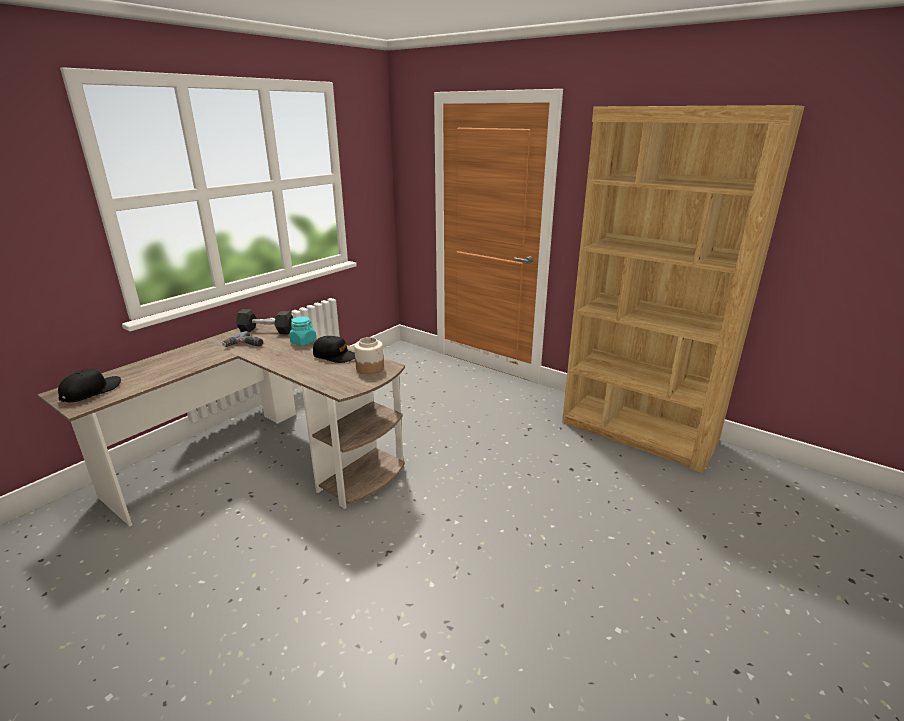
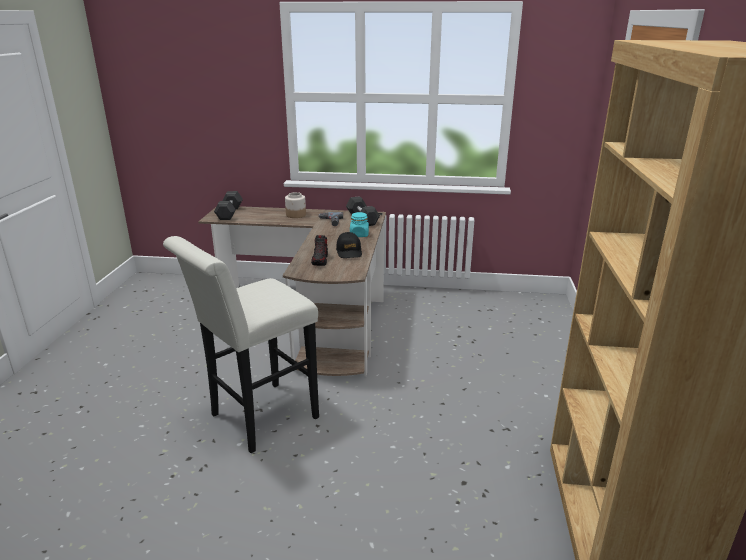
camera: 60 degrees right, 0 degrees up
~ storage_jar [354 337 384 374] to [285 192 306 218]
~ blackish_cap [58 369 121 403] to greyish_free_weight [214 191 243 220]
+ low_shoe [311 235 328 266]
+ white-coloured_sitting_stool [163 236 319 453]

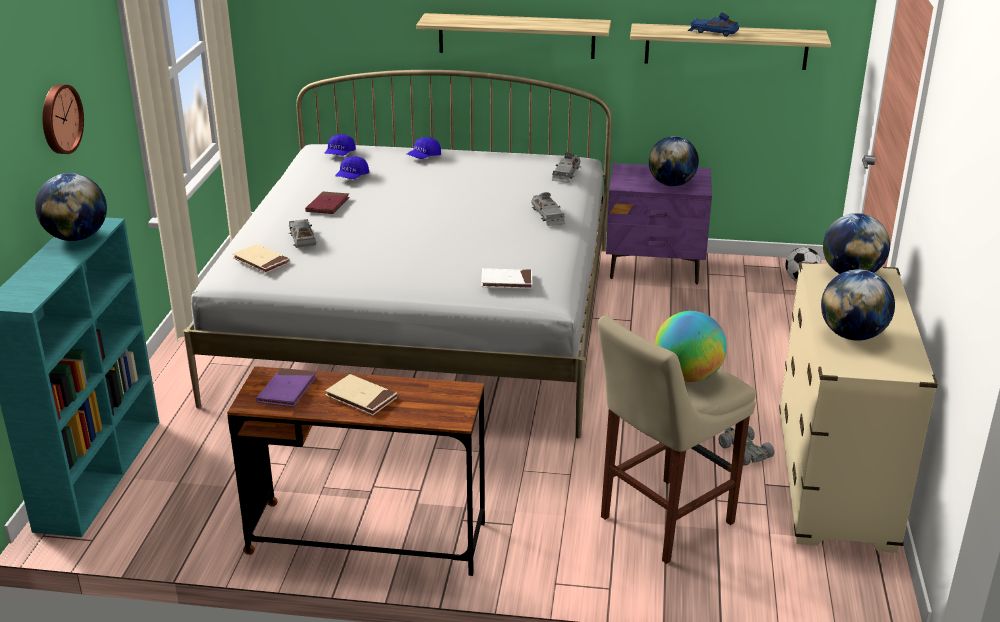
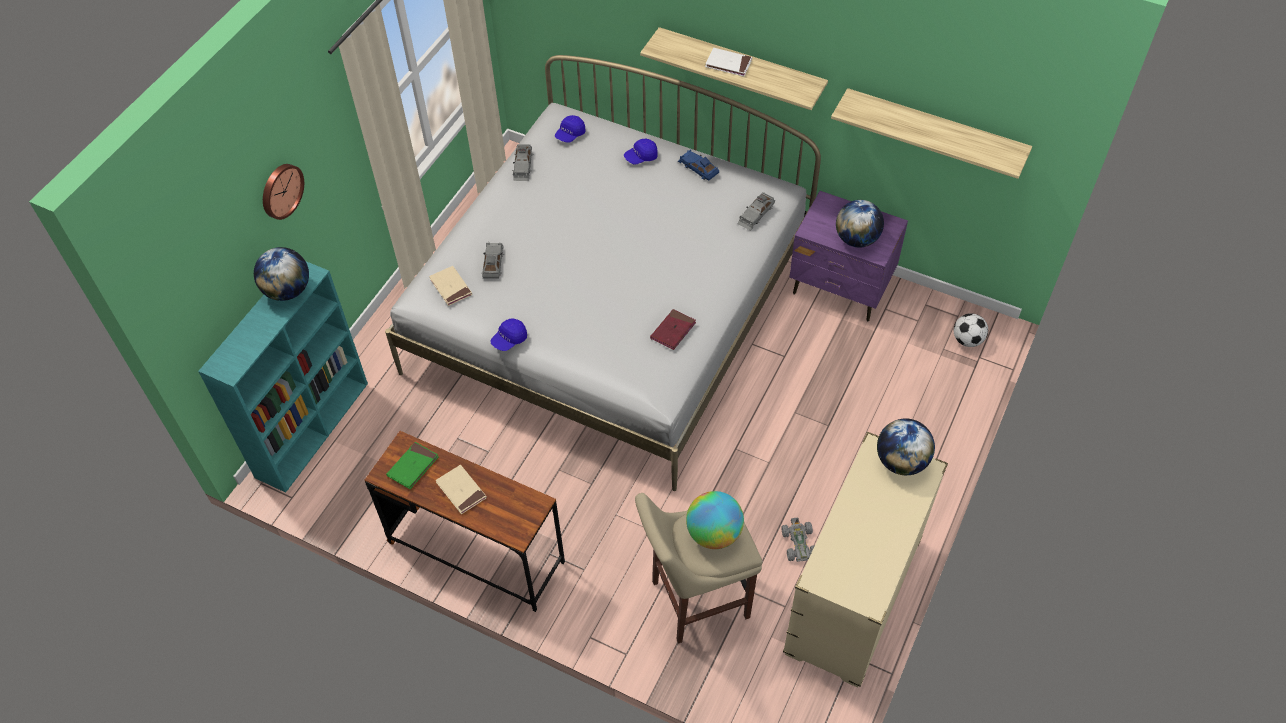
camera: 20 degrees right, 25 degrees up
~ blue-coloured_model_car [687 12 739 37] to [678 150 719 181]
~ blue-coloured_cap [335 156 369 179] to [490 319 527 351]
~ red_volume [305 192 350 214] to [650 309 696 350]
~ greyish_model_car [531 192 565 226] to [512 144 534 181]
~ white-coloured_volume [481 268 532 289] to [705 48 752 77]
- desk_globe [821 269 895 341]
~ purplish_volume [256 368 317 407] to green_volume [386 442 439 489]

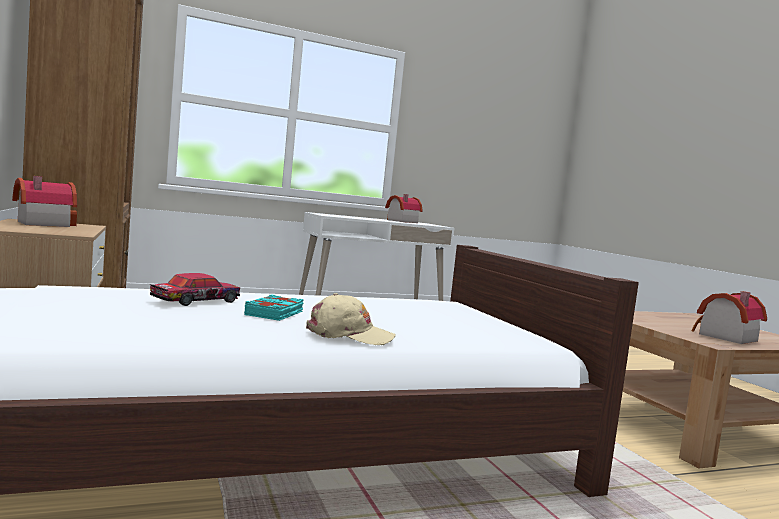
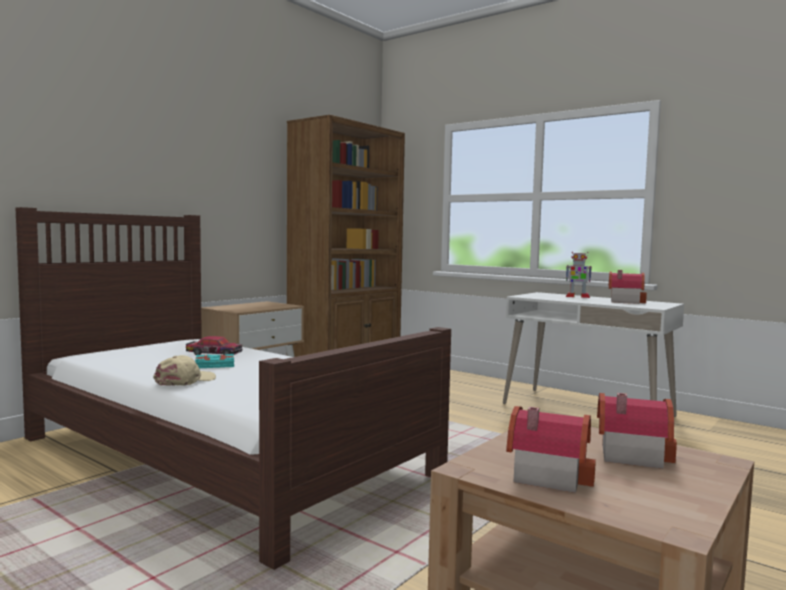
camera: 60 degrees right, 0 degrees up
~ model_house [12 176 77 227] to [597 393 677 469]
~ beige_cap [306 293 396 345] = [153 355 216 386] 120 degrees counterclockwise
+ toy_robot [566 252 592 298]

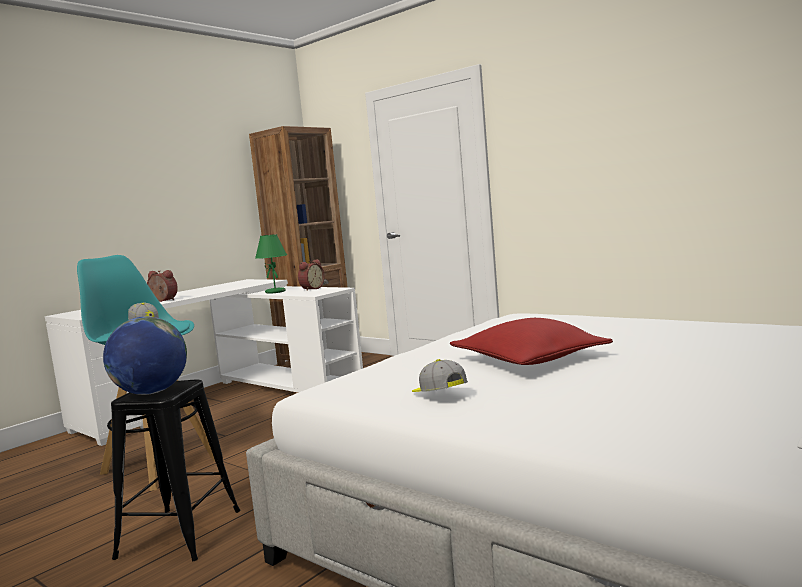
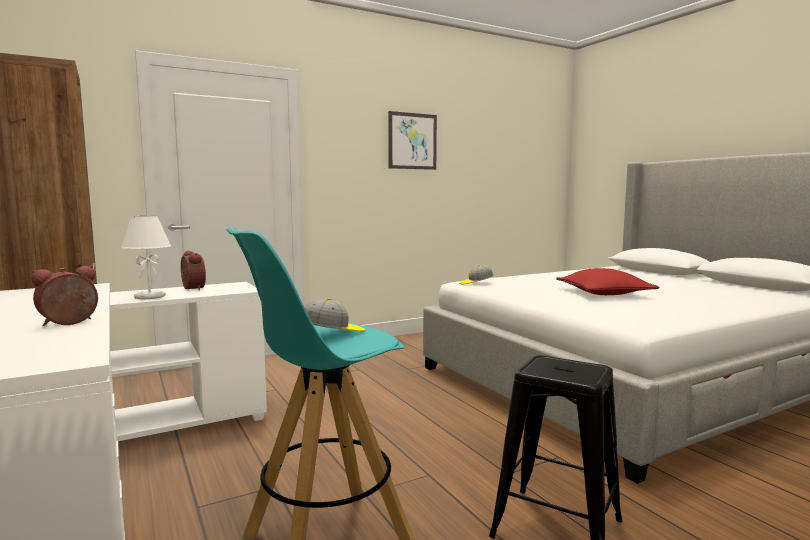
camera: 70 degrees left, 0 degrees up
~ green_lamp_for_a_table [255 234 287 294] to white-coloured_lamp_for_a_table [121 216 171 299]
- desk_globe [103 316 187 395]
~ cap [412 359 468 392] to [460 265 493 284]
+ wall_art [388 111 437 170]

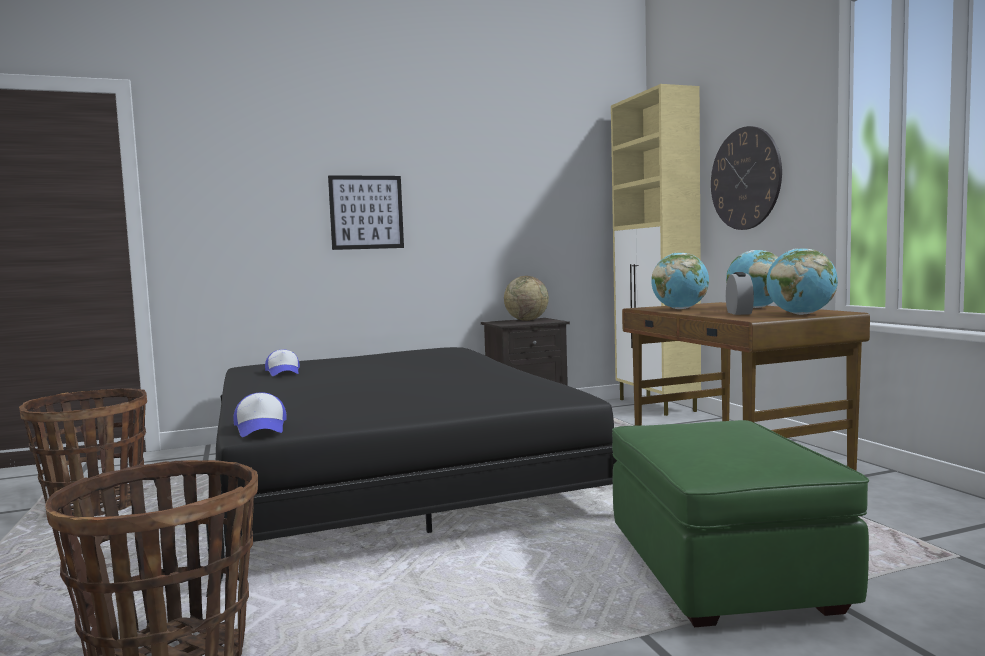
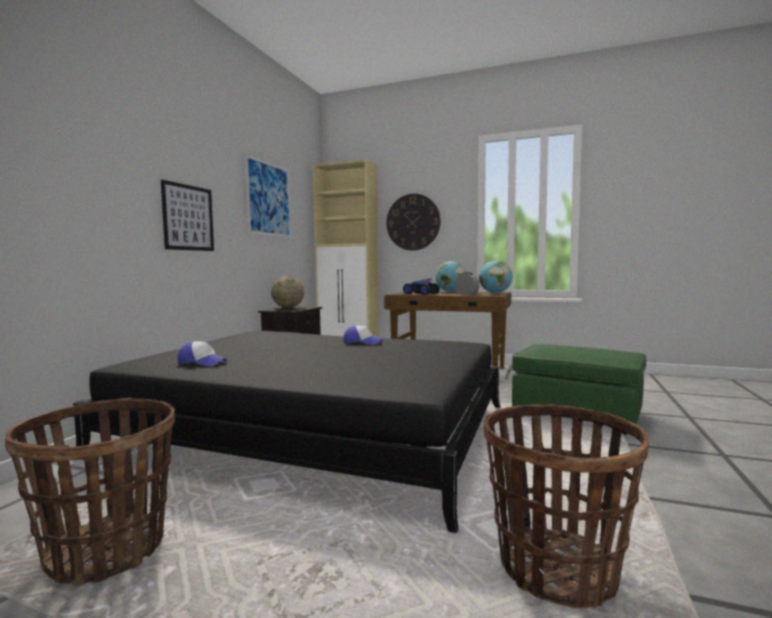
camera: 50 degrees left, 0 degrees up
~ desk_globe [651 253 709 309] to model_car [403 278 440 295]
~ cap [233 392 287 437] to [343 325 382 345]
+ wall_art [245 154 291 238]

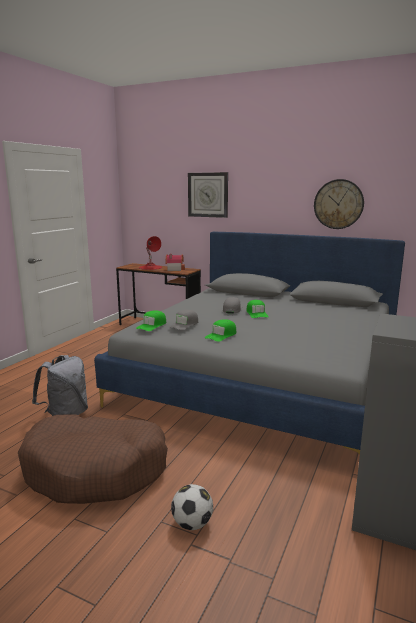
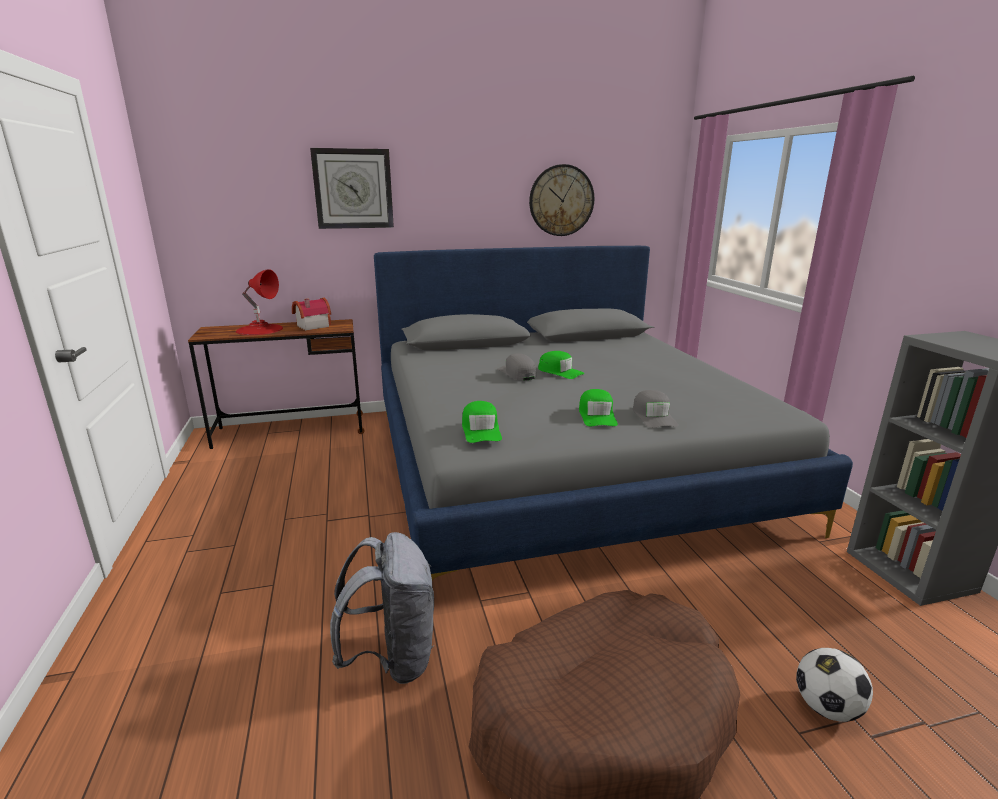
camera: 40 degrees left, 5 degrees up
~ greyish_cap [169 310 198 330] to [633 390 678 428]

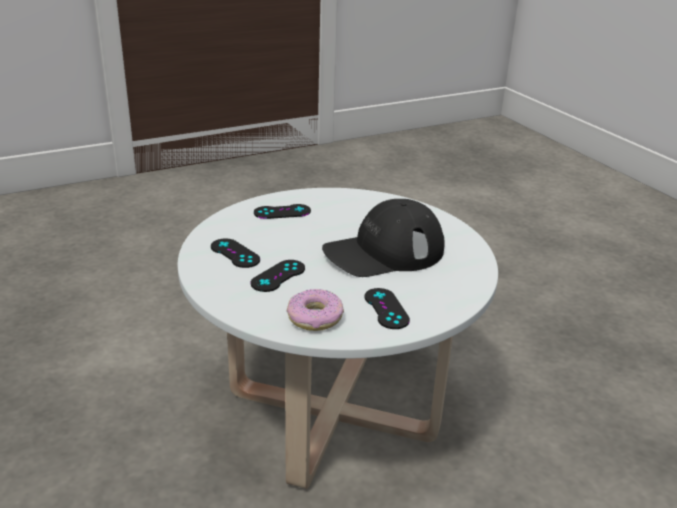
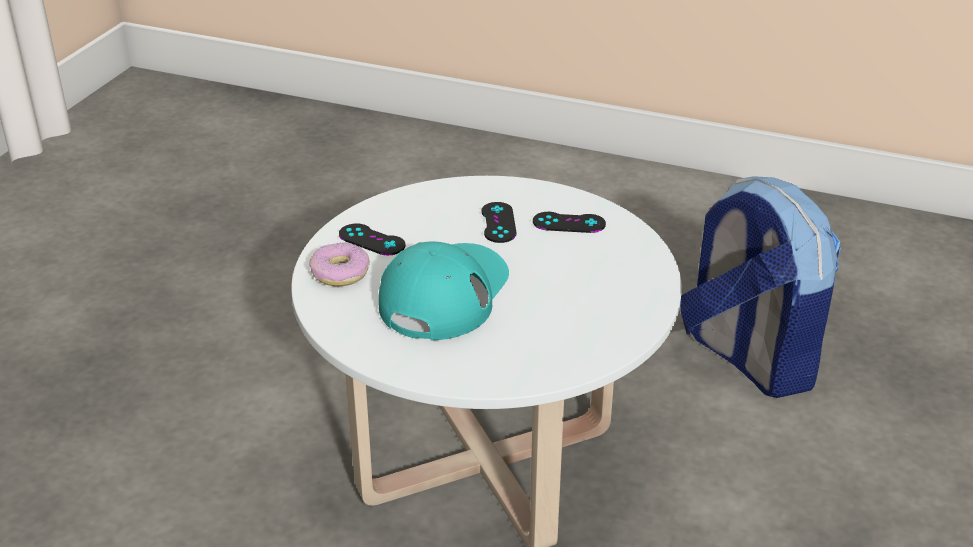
camera: 140 degrees right, 5 degrees up
~ blackish_cap [322 199 445 277] to turquoise_cap [378 241 509 341]
- blackish_joypad [254 204 311 219]
~ donut [287 289 344 331] to [309 242 370 286]
+ rucksack [680 176 841 398]

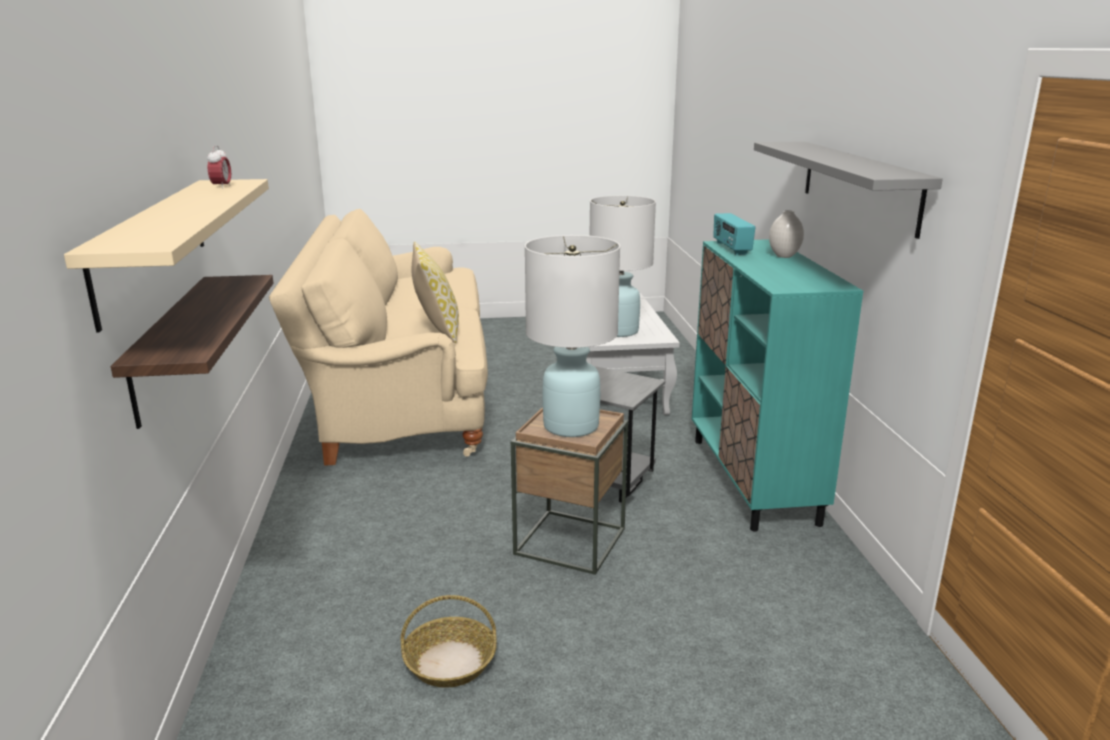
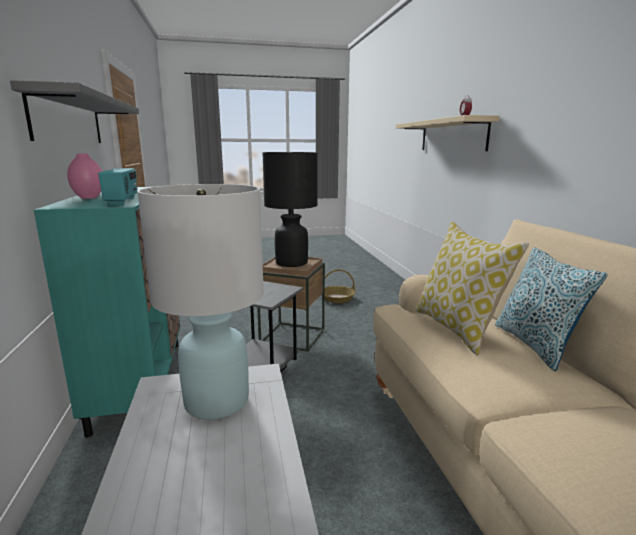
camera: 175 degrees right, 5 degrees down
~ white-coloured_decorative_vase [769 210 804 258] to pink-coloured_decorative_vase [67 153 102 199]
~ white-coloured_lamp_for_a_table [525 235 620 437] to blackish_lamp_for_a_table [262 152 318 267]
- bracket_shelf [111 275 274 429]
+ pillow [495 247 608 371]

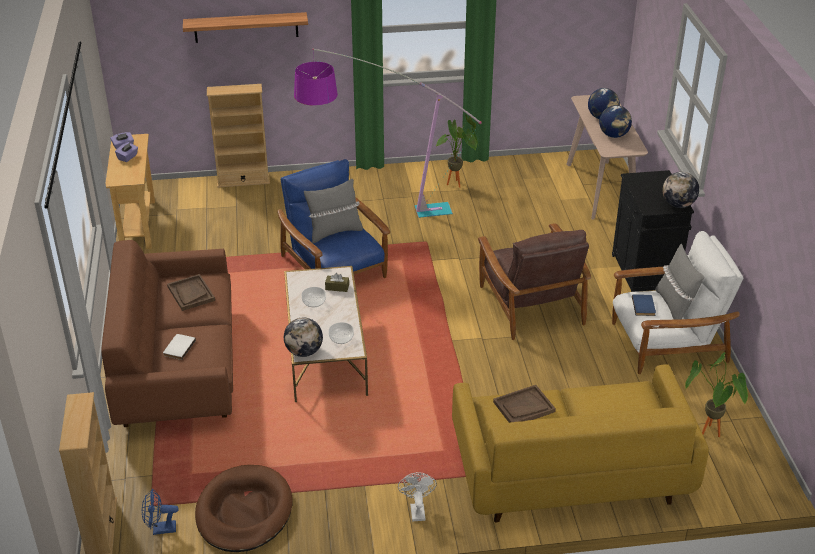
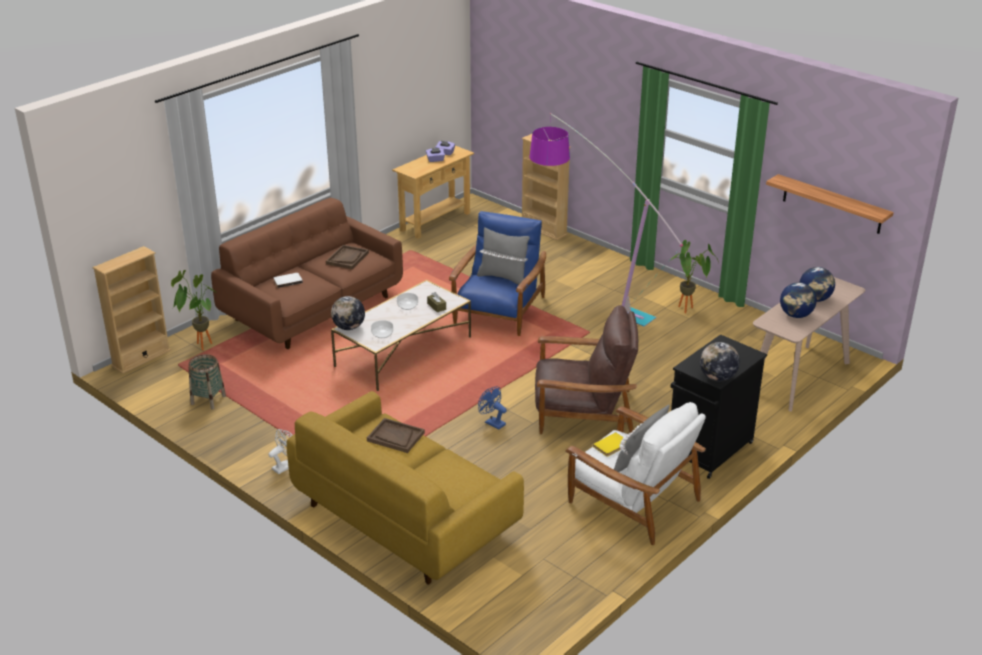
camera: 50 degrees right, 5 degrees down
~ bracket_shelf [183 12 308 43] to [766 174 894 234]
~ brown-coloured_armchair [478 223 591 340] = [535 305 638 434] 120 degrees counterclockwise
~ blue-coloured_volume [632 294 656 316] to yellowish_volume [593 432 625 457]
~ potted_plant [685 352 748 437] to [171 270 218 350]
~ brown-coloured_dog_bed [195 465 292 552] to household_basket [189 354 226 409]
~ blue-coloured_fan [142 489 179 535] to [478 386 507 430]

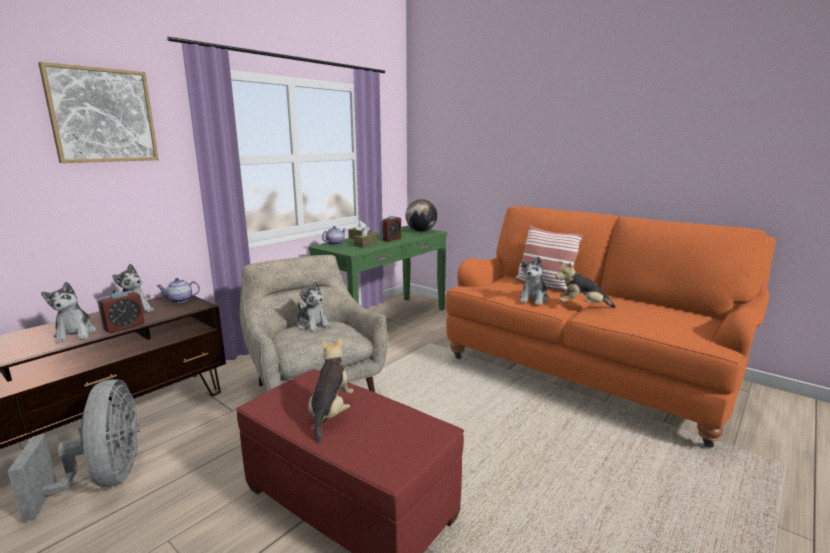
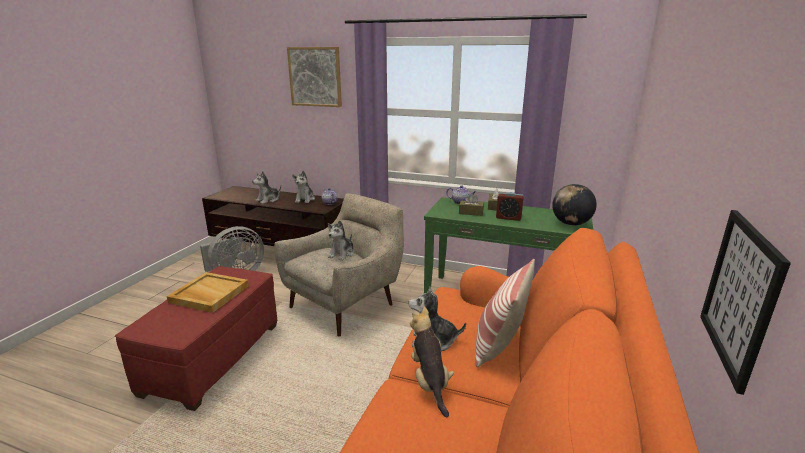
camera: 70 degrees right, 5 degrees up
- table_clock [97 291 145 333]
~ plush_toy [308 338 353 443] to beige_tray [167 272 249 313]
+ wall_art [700 210 791 395]

